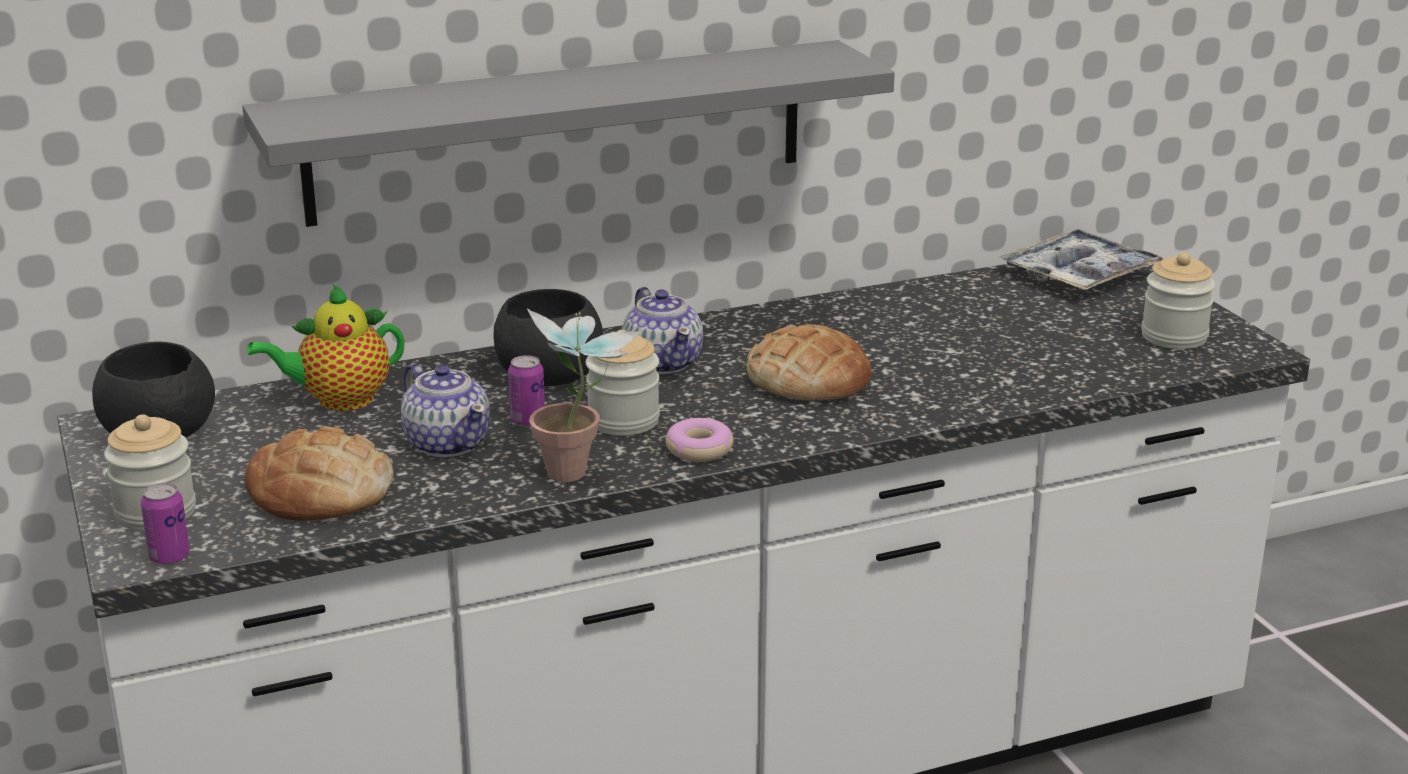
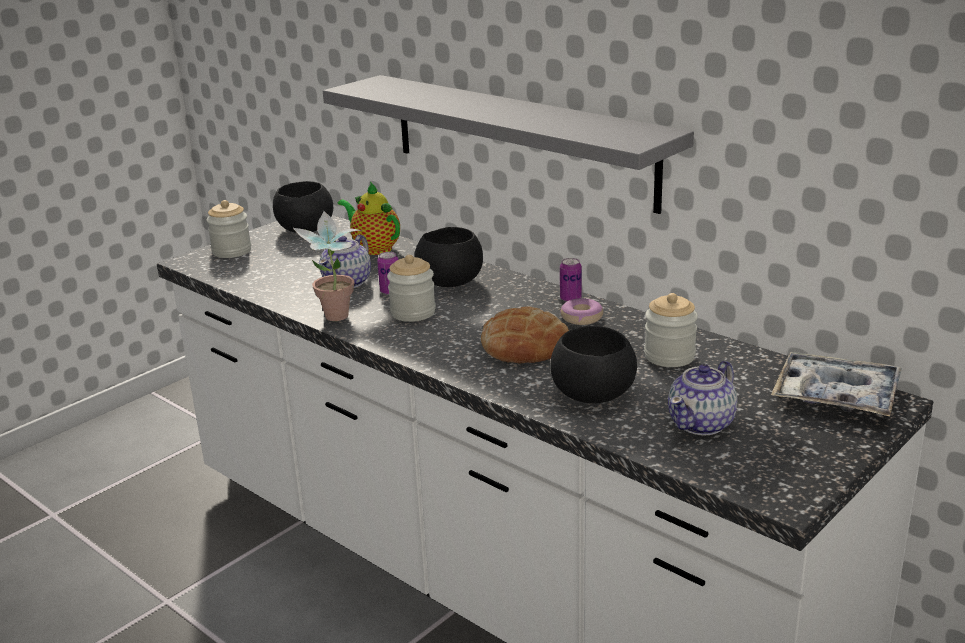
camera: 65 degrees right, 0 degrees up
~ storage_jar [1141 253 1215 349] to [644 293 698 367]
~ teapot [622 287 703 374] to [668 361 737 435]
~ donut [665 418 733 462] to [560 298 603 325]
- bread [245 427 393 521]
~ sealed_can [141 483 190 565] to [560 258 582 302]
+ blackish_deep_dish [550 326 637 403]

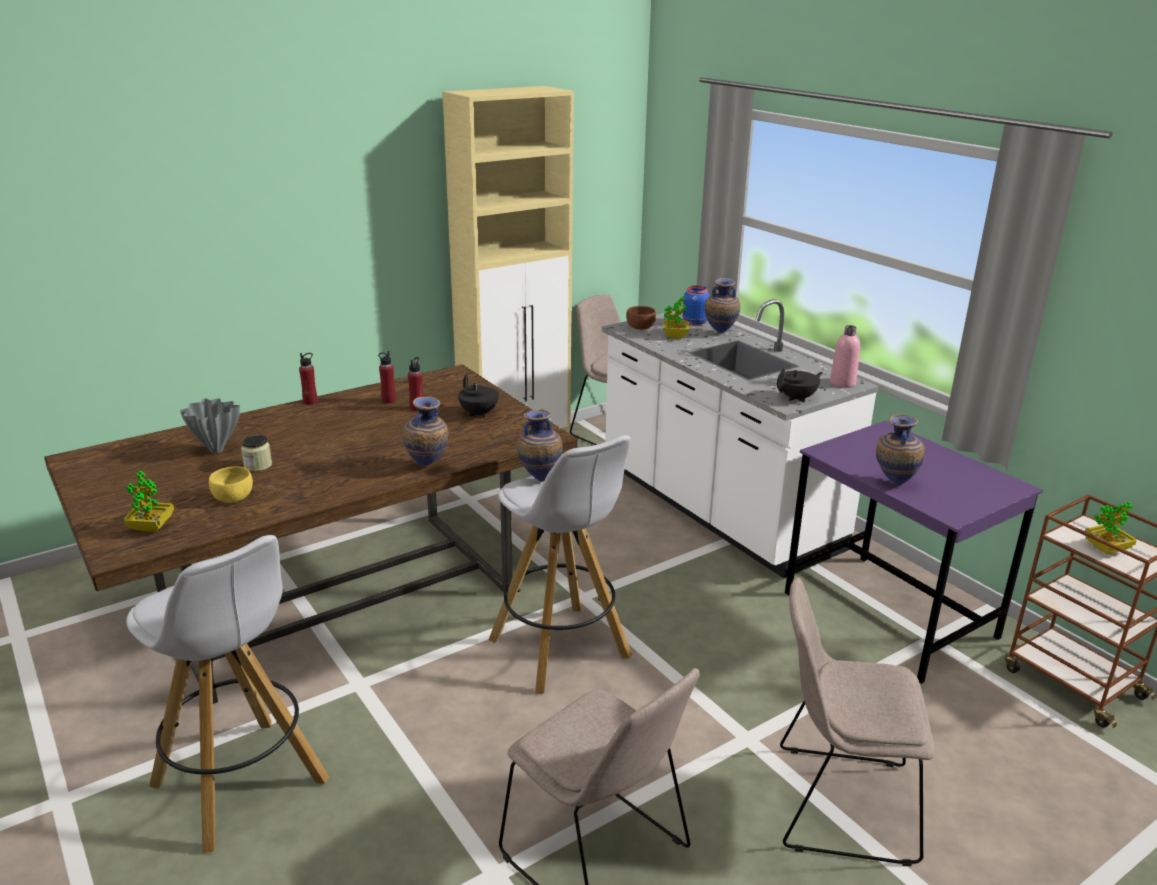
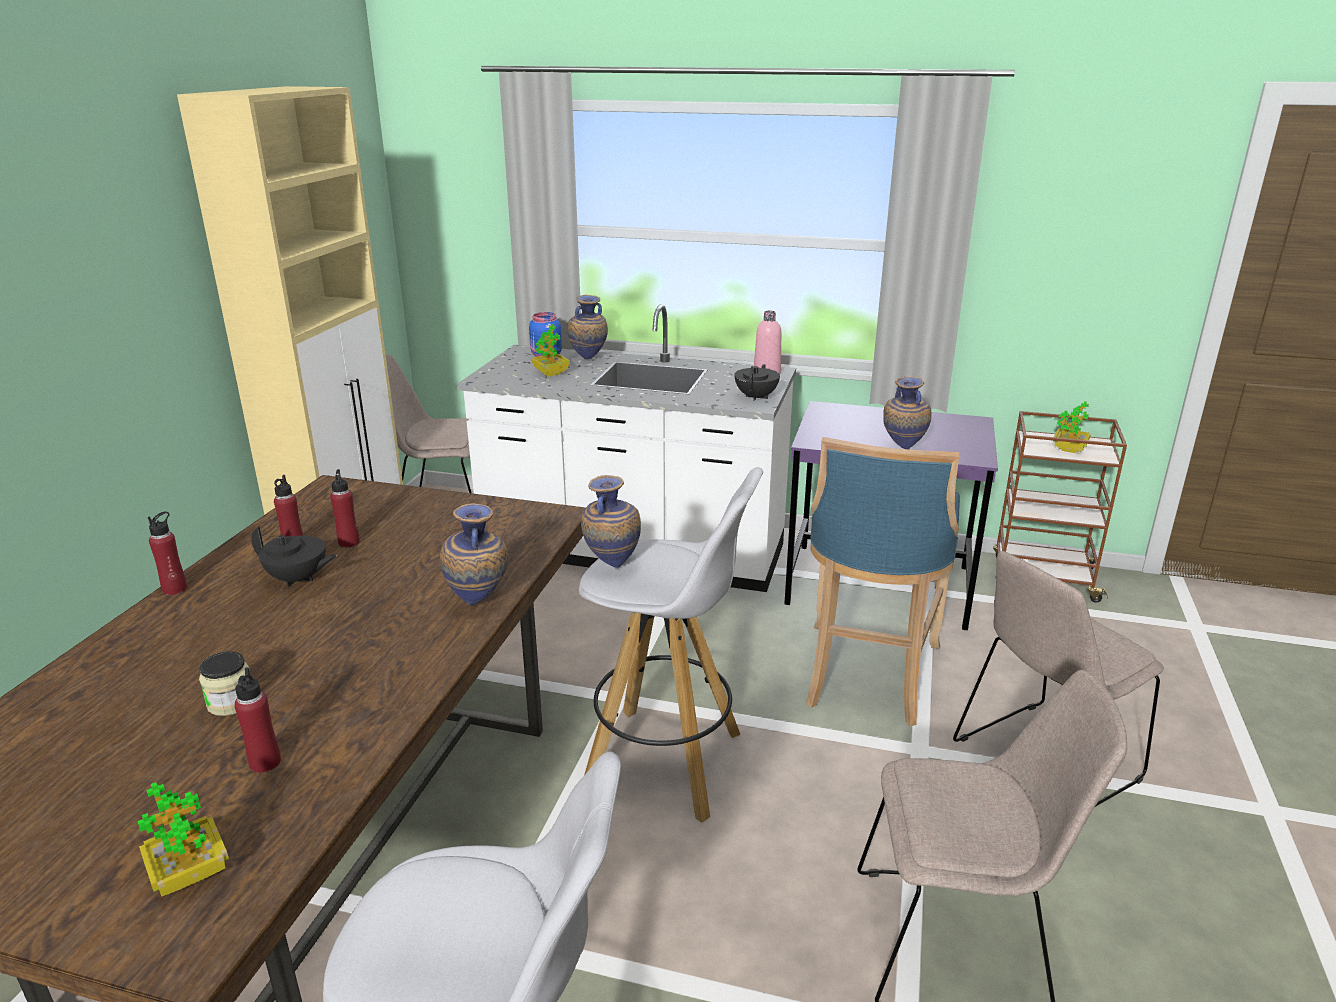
camera: 40 degrees left, 0 degrees up
- brown-coloured_deep_dish [626 306 656 329]
~ blackish_teapot [458 374 499 418] to [251 526 337 587]
- greyish_decorative_vase [180 398 240 454]
~ yellowish_deep_dish [209 467 253 503] to red_bottle [234 668 281 773]
+ blue-coloured_sitting_stool [806 437 960 726]

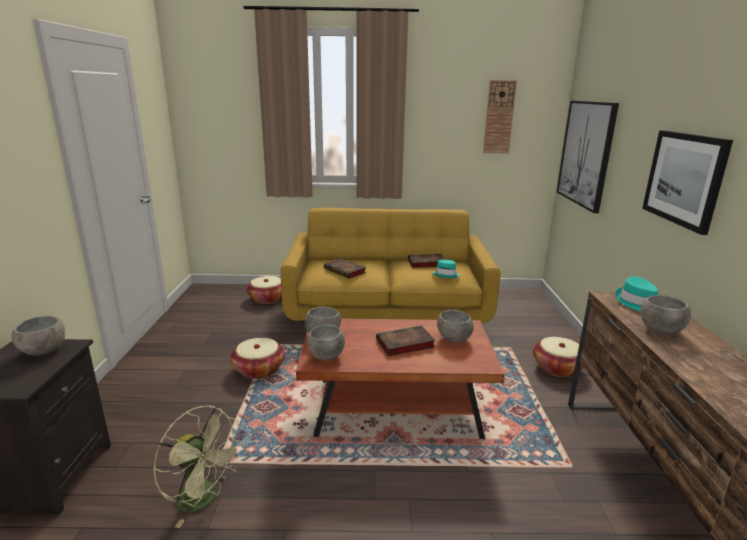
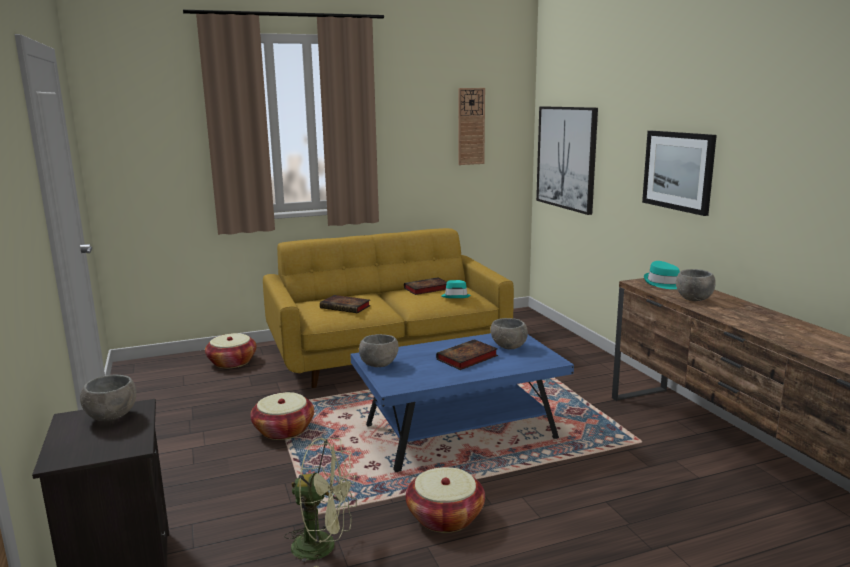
camera: 20 degrees left, 5 degrees down
~ brown-coloured_lounge_table [296 318 505 439] to blue-coloured_lounge_table [350 333 574 472]
- greyish_deep_dish [307 324 345 361]
~ household_basket [533 337 584 377] to [406 467 485 533]

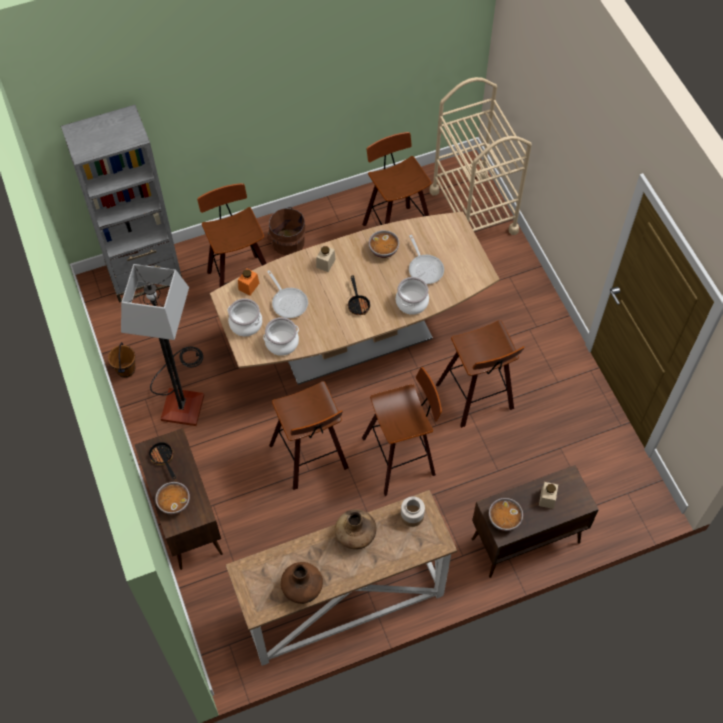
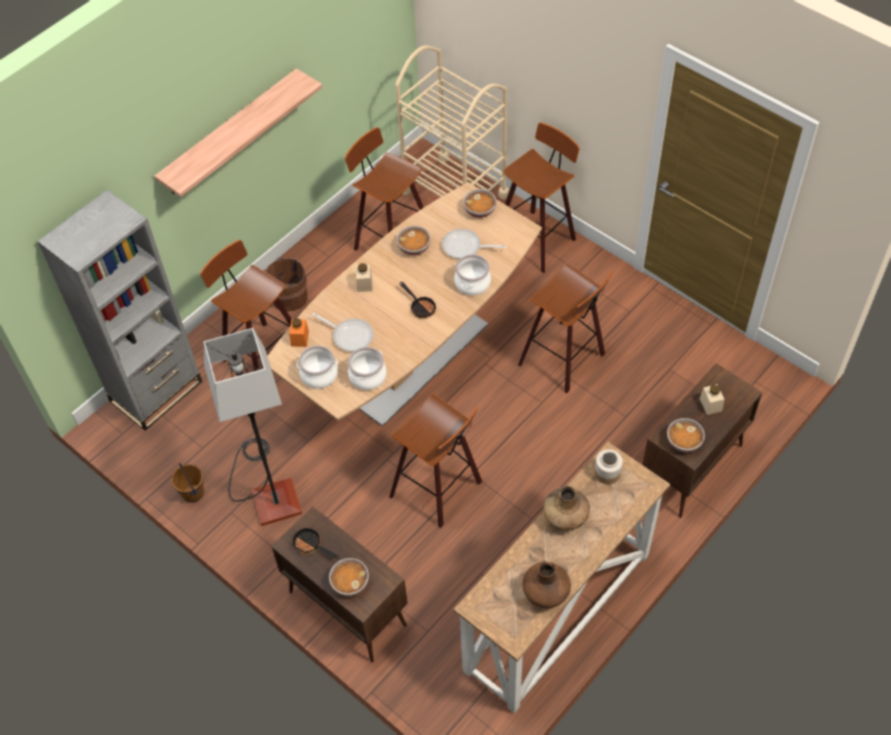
camera: 25 degrees left, 5 degrees down
~ pan [409 235 444 284] = [442 229 507 259] 150 degrees clockwise
~ sitting_stool [362 367 442 496] to [503 122 580 273]
+ bracket_shelf [154 68 322 197]
+ deep_dish [463 189 496 218]

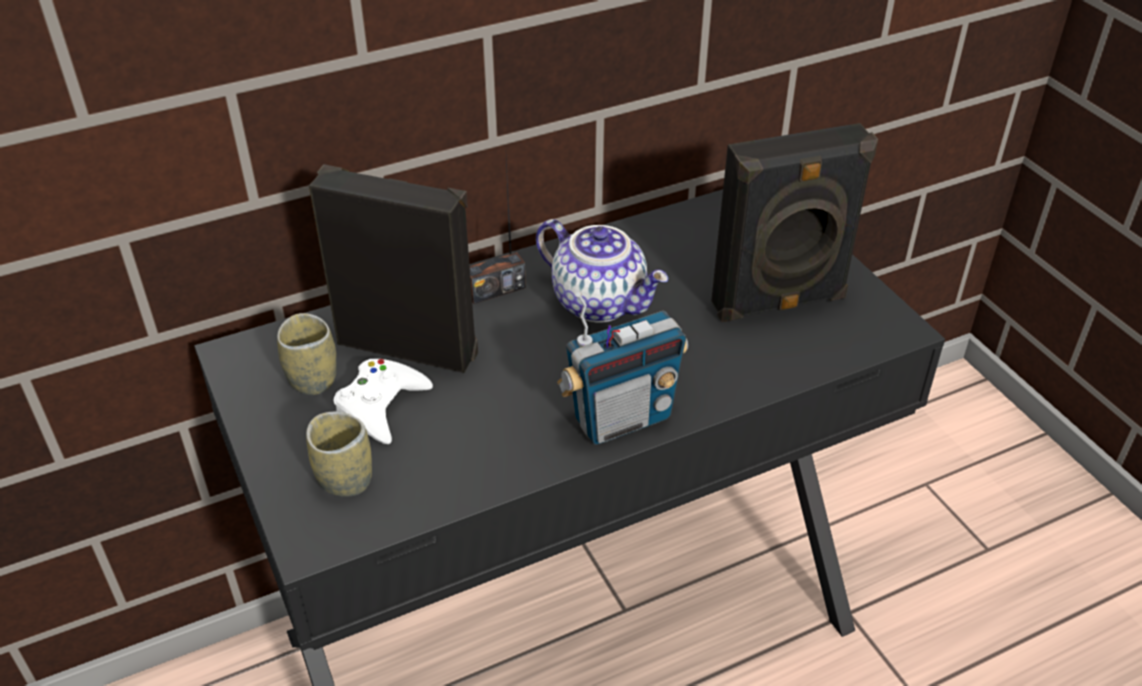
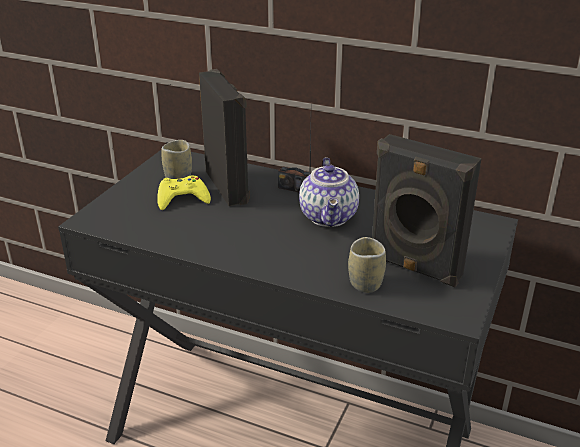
camera: 50 degrees right, 10 degrees down
- radio_receiver [557 292 688 445]
~ white-coloured_joypad [334 359 433 444] to yellowish_joypad [157 176 211 210]
~ drinking_cup [306 412 372 497] to [348 237 386 293]

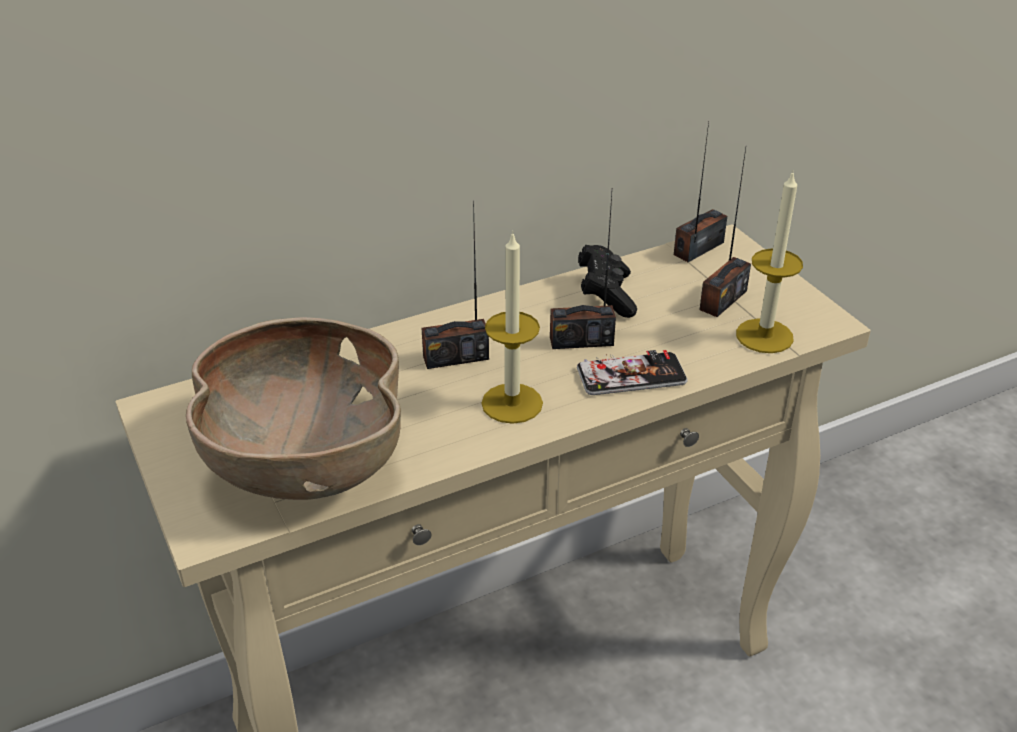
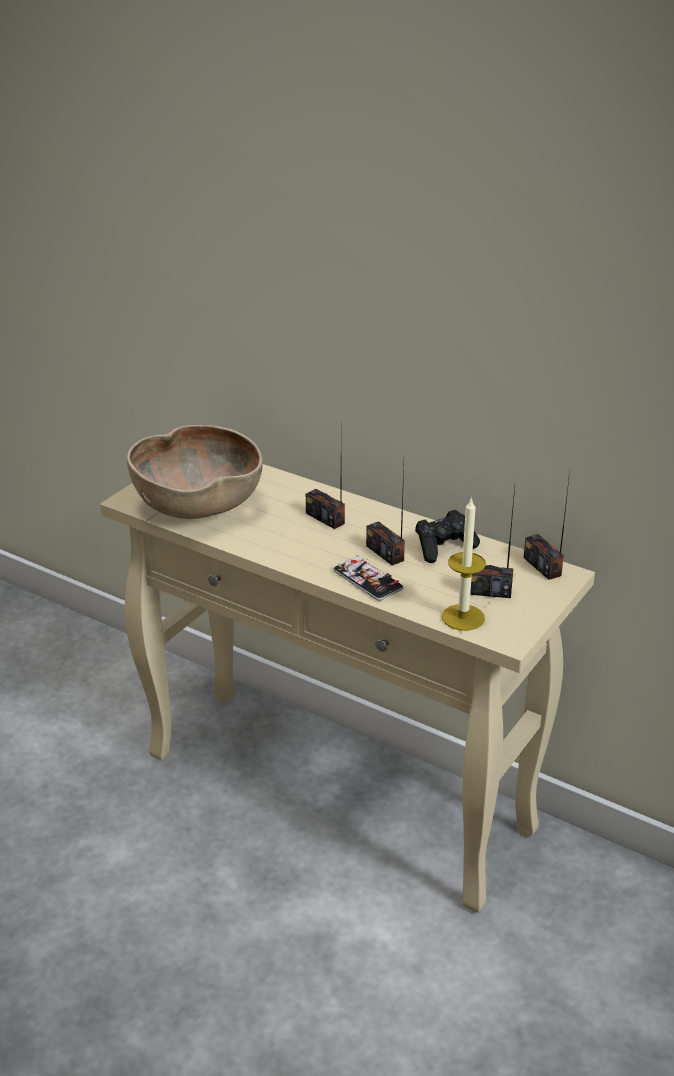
camera: 60 degrees right, 5 degrees down
~ radio_receiver [674 122 727 262] = [524 472 570 580] 135 degrees counterclockwise
- candle [481 231 543 424]

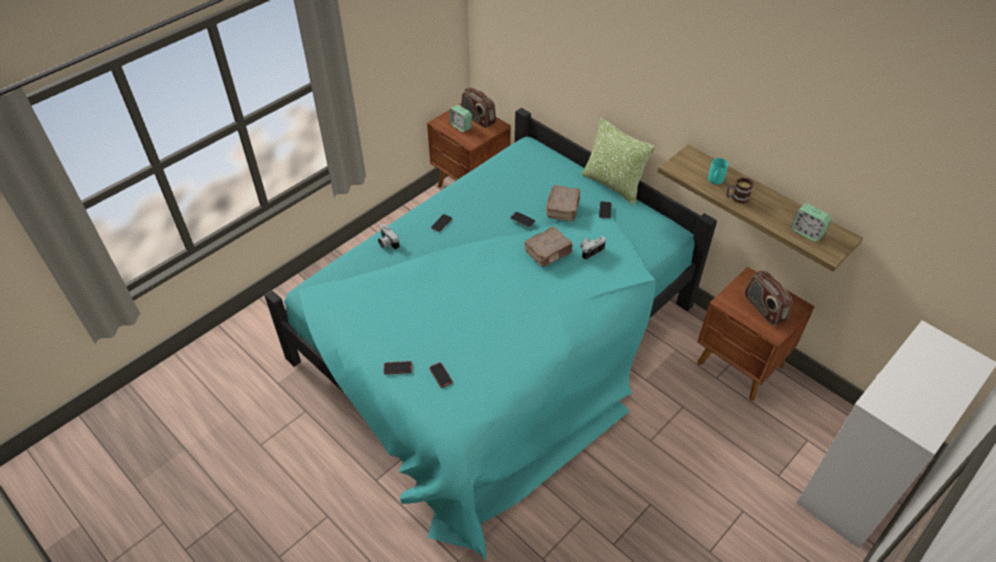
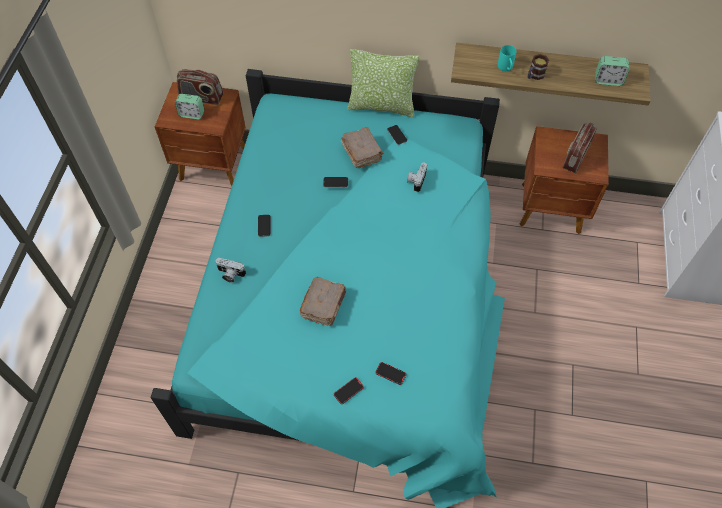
camera: 35 degrees left, 10 degrees up
~ brown-coloured_volume [524 227 573 267] to [300 277 346 326]
~ radio_receiver [745 270 792 326] = [563 122 597 173] 90 degrees clockwise

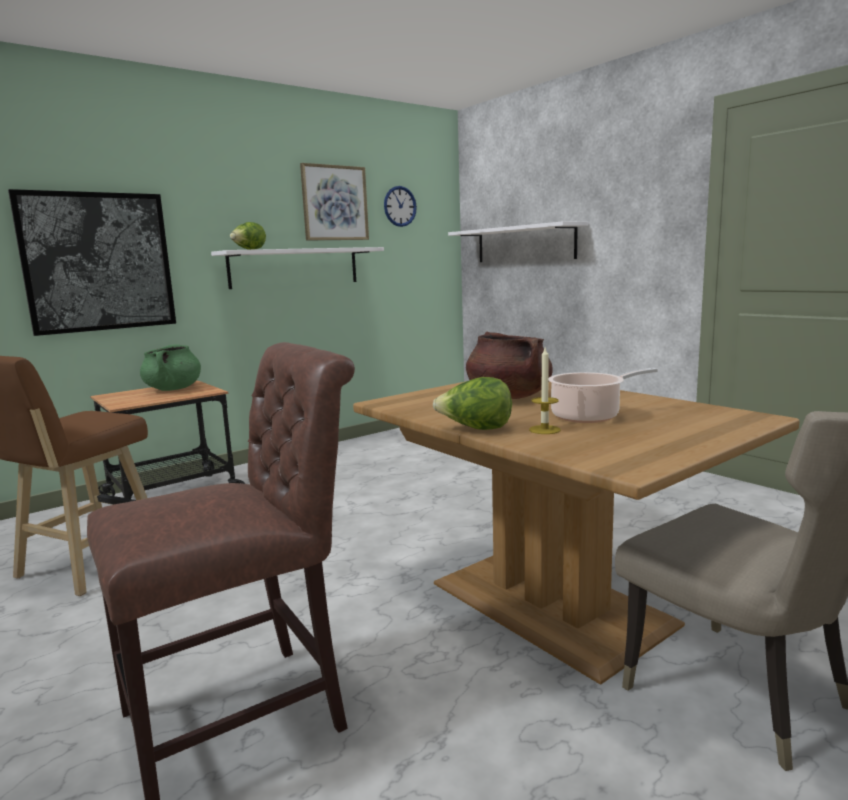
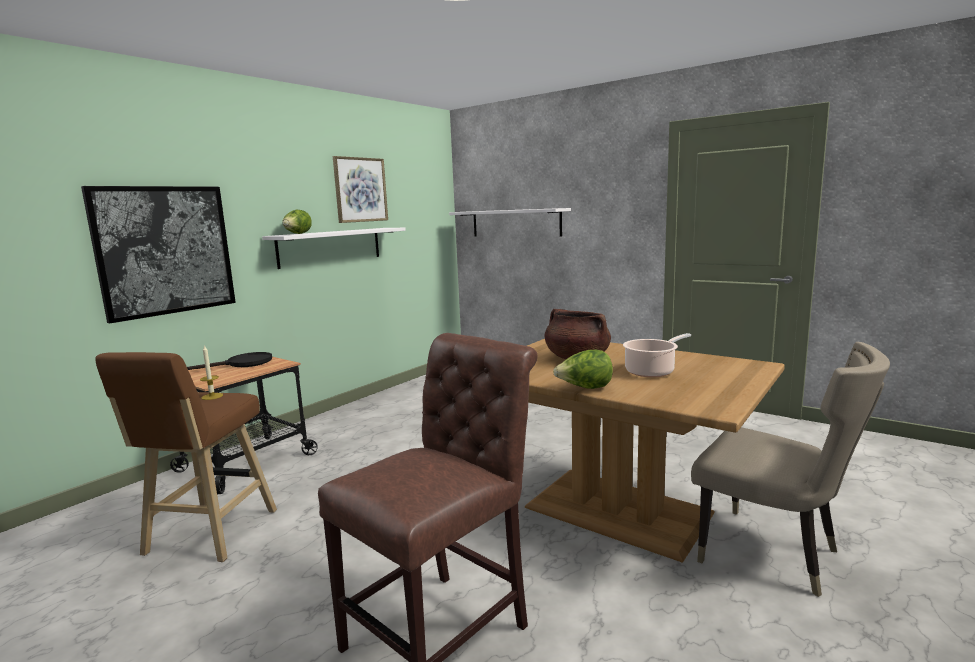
camera: 15 degrees left, 0 degrees up
- wall_clock [384 186 417 227]
~ green_cooking_pot [140 344 201 391] to blackish_pan [187 352 272 370]
~ candle [529 348 561 434] to [200 345 223 400]

